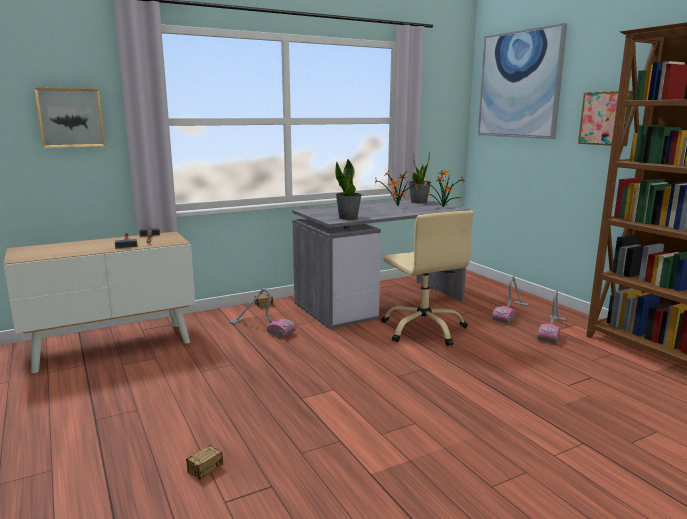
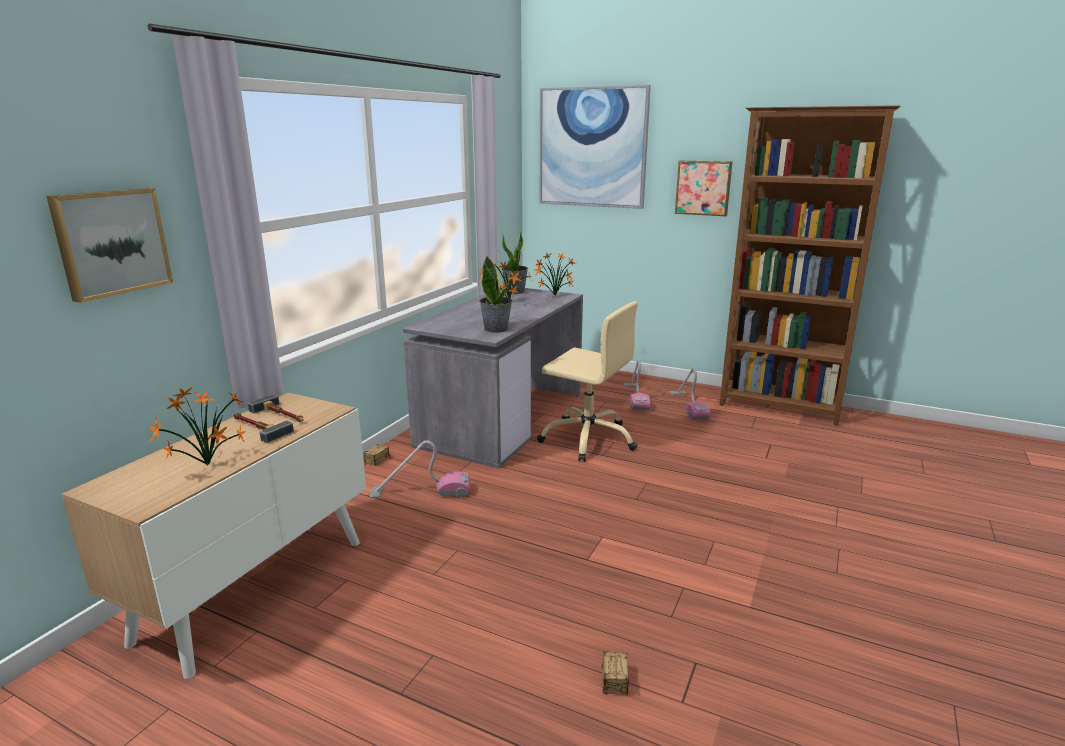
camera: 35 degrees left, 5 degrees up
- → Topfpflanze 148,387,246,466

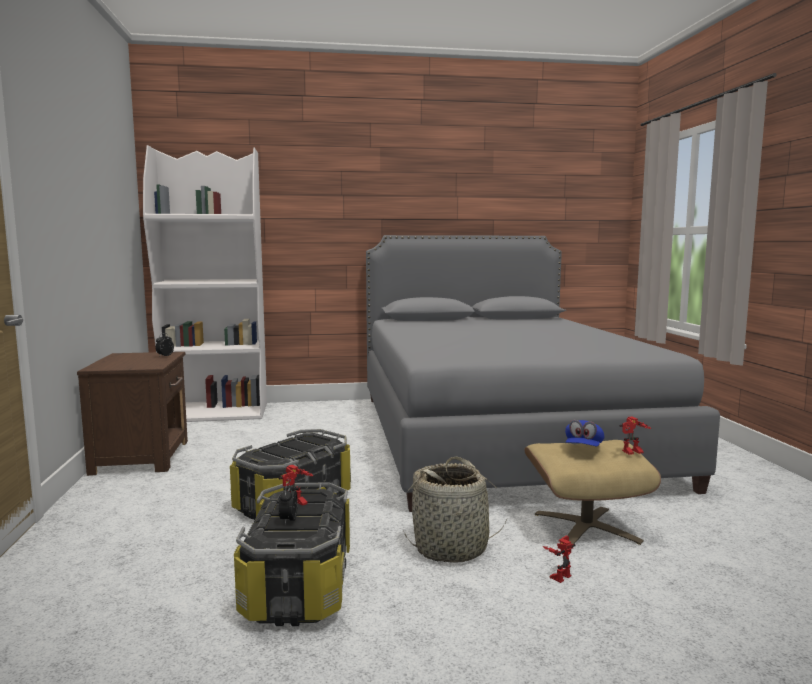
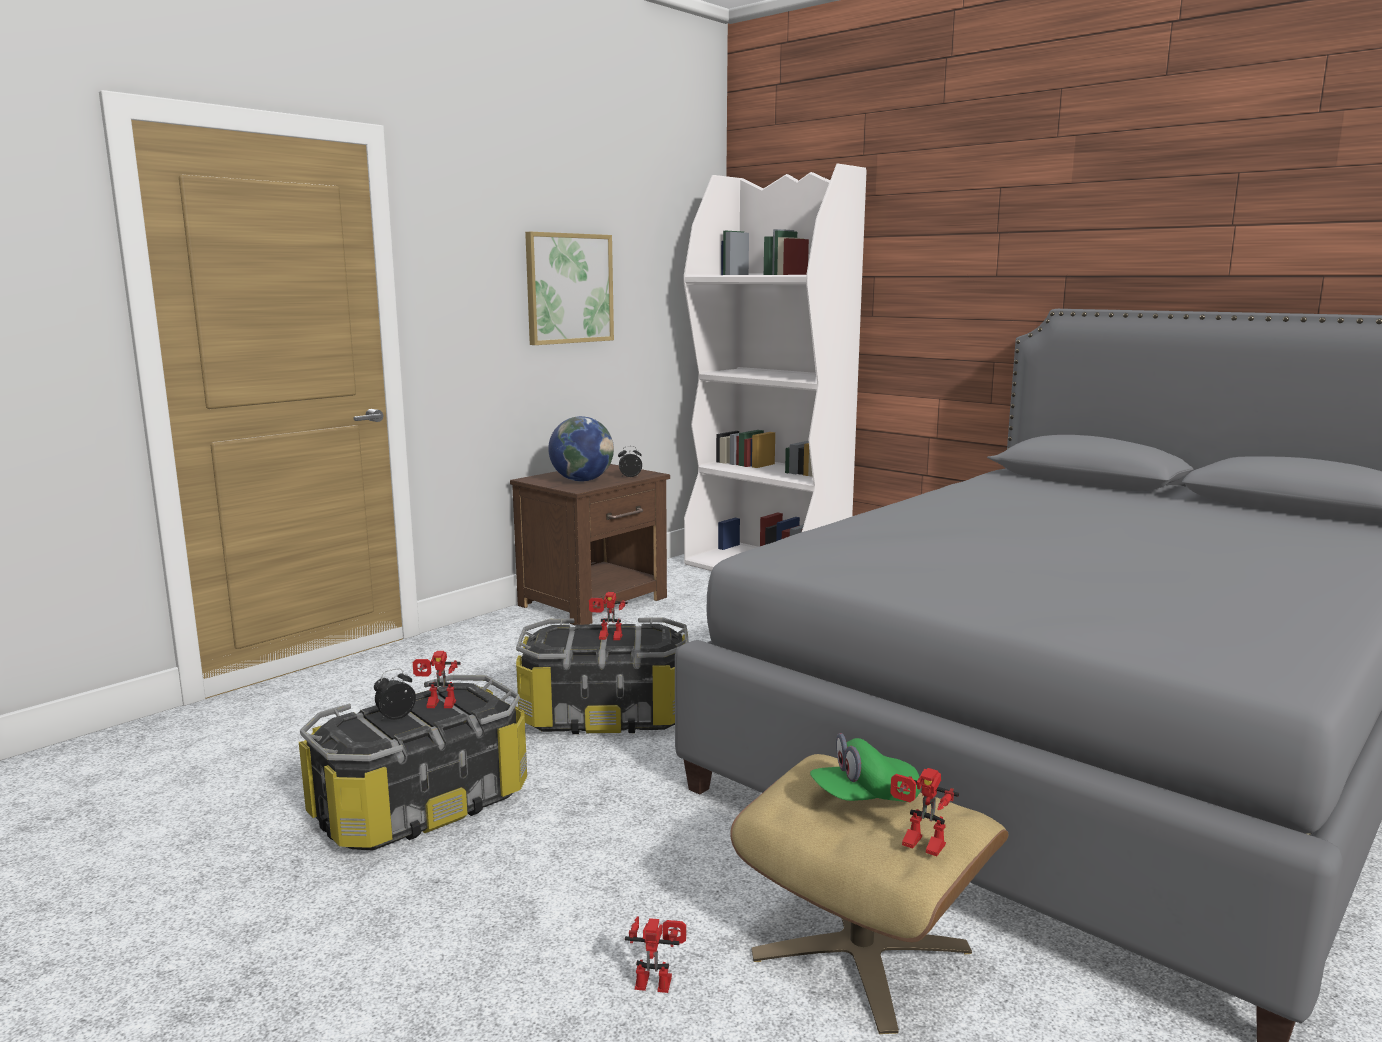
camera: 50 degrees right, 5 degrees up
Korb 404,457,508,563 → -
Kappe (blau) 565,420,604,447 → Kappe (grün) 810,733,921,802
- → Bild 525,232,614,345
- → Globus 548,416,614,482
- → Spielzeugroboter 589,592,628,640

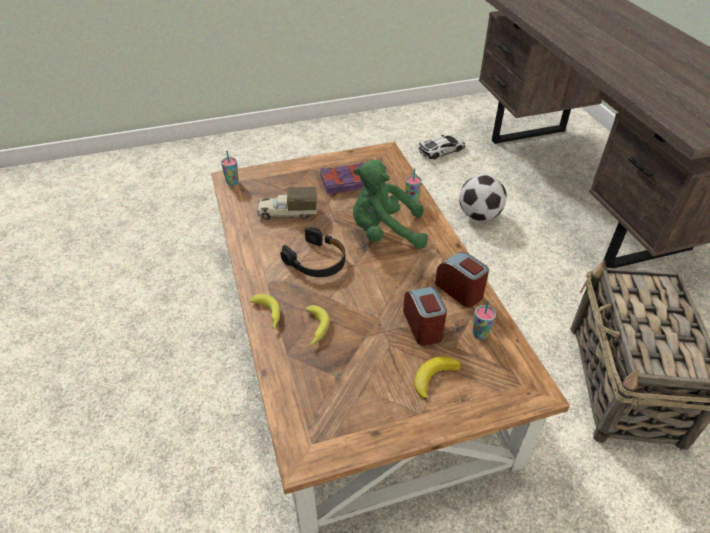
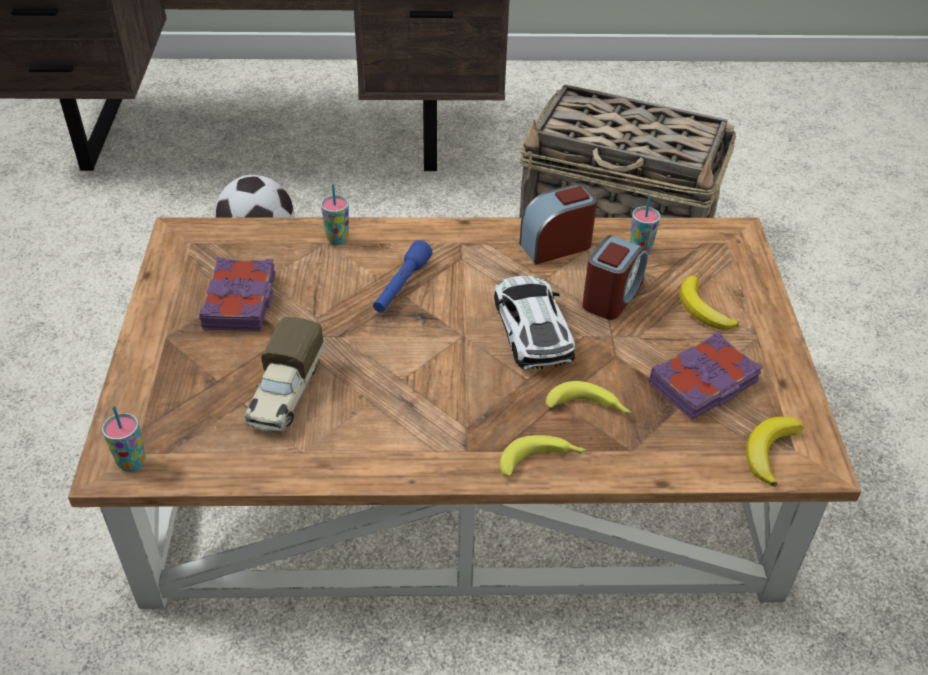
camera: 75 degrees left, 0 degrees up
Kopfhörer (schwarz) 280,227,345,277 → -
Plüschtier (grün) 353,160,428,249 → Taschenlampe (blau) 373,240,433,313
Wecker 403,287,447,346 → Wecker 582,235,648,320, 120 degrees clockwise
Spielzeugauto 419,135,465,159 → Spielzeugauto 494,276,575,369, relocated
- → Buch (lila) 649,332,763,420
- → Banane 746,416,804,487

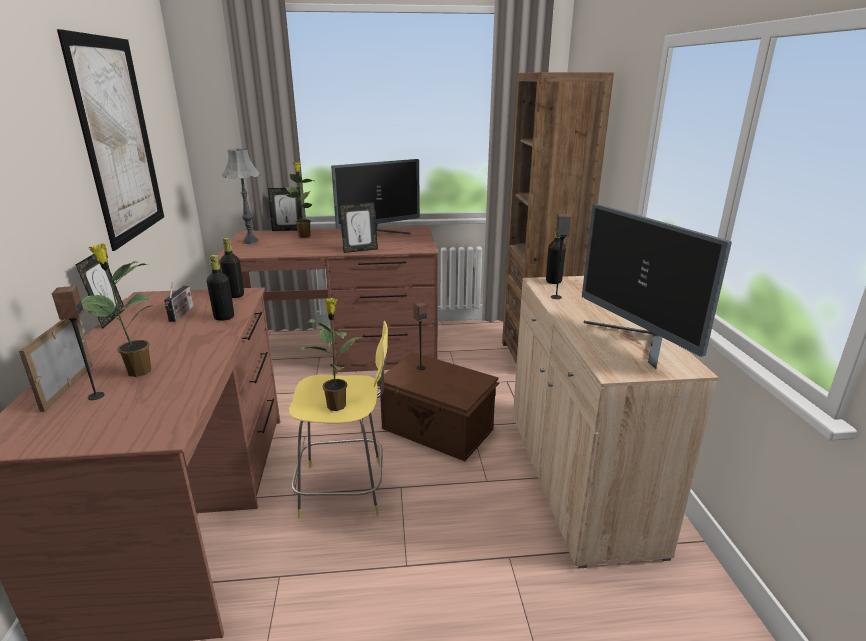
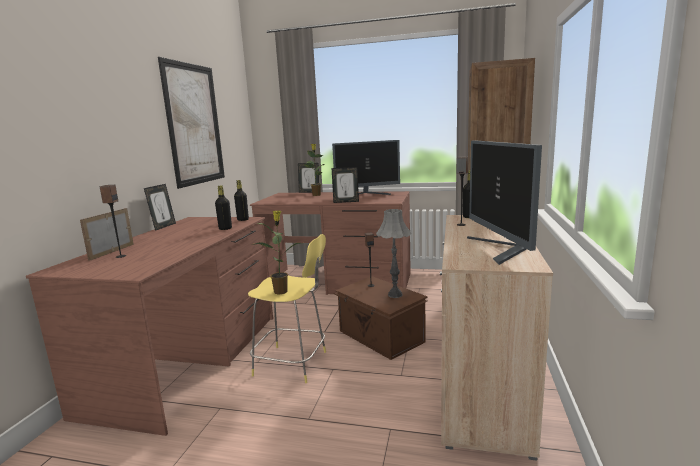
camera: 20 degrees right, 10 degrees down
Topfpflanze 81,243,153,377 → -
Radio 164,283,194,322 → -
Tischlampe (grau) 222,149,260,244 → Tischlampe (grau) 376,209,411,298, relocated

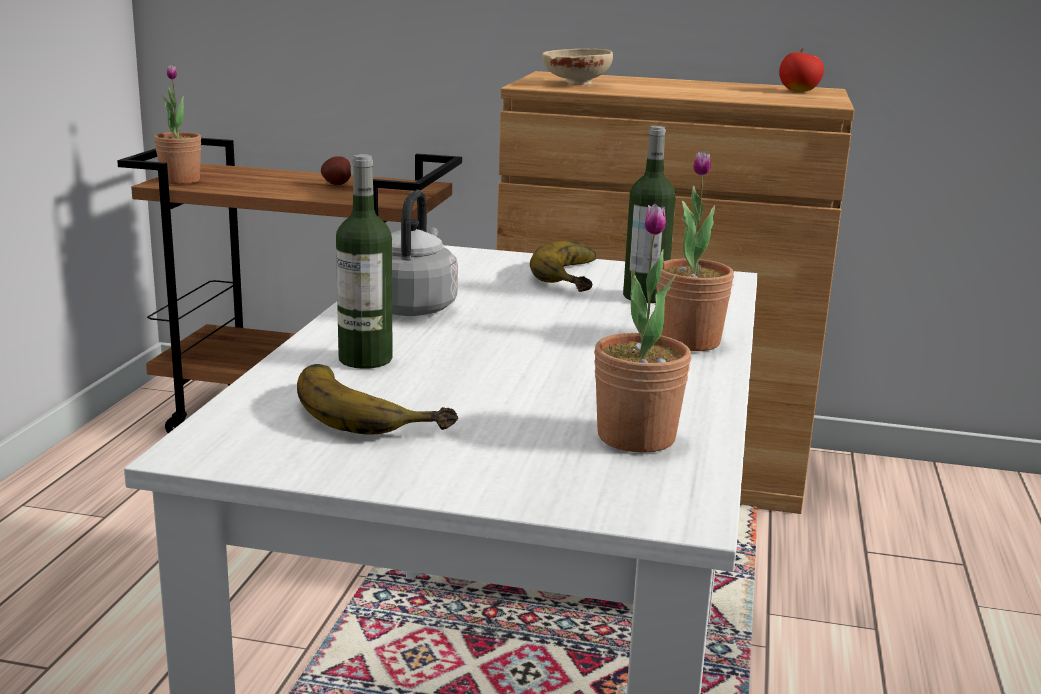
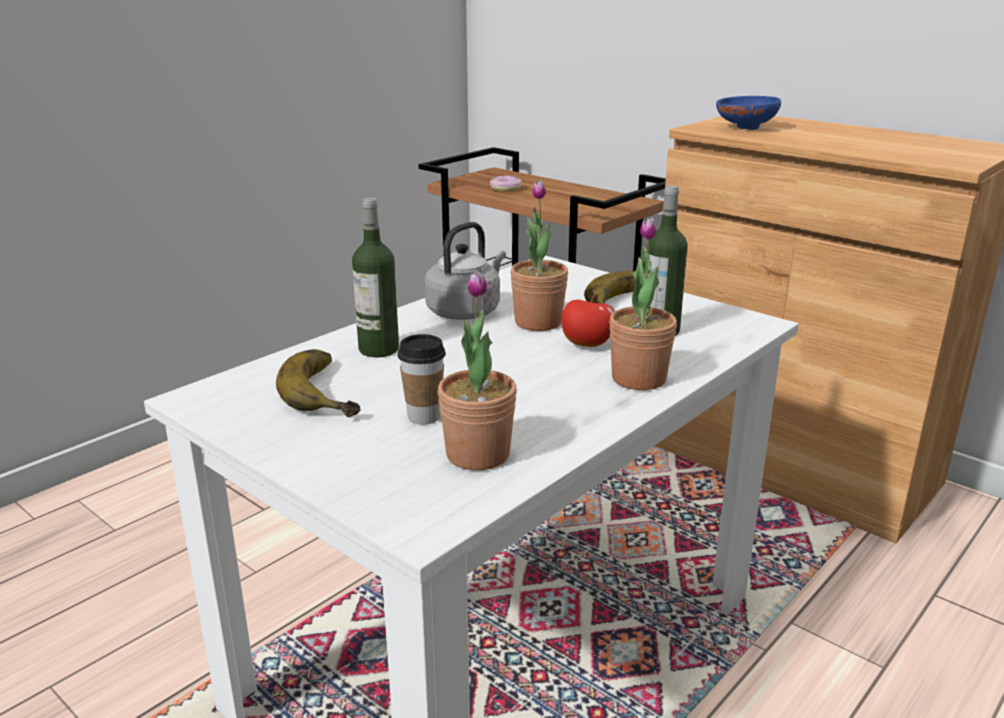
camera: 30 degrees right, 5 degrees up
Topfpflanze 154,65,201,184 → Topfpflanze 510,180,568,331, relocated
Kartoffel 321,156,351,185 → -
Schüssel (beige) 542,49,613,85 → Schüssel (blau) 716,96,781,130
Apfel 779,48,824,92 → Apfel 562,294,614,347, relocated
- → Tasse 398,334,446,424
- → Donut 490,176,522,192

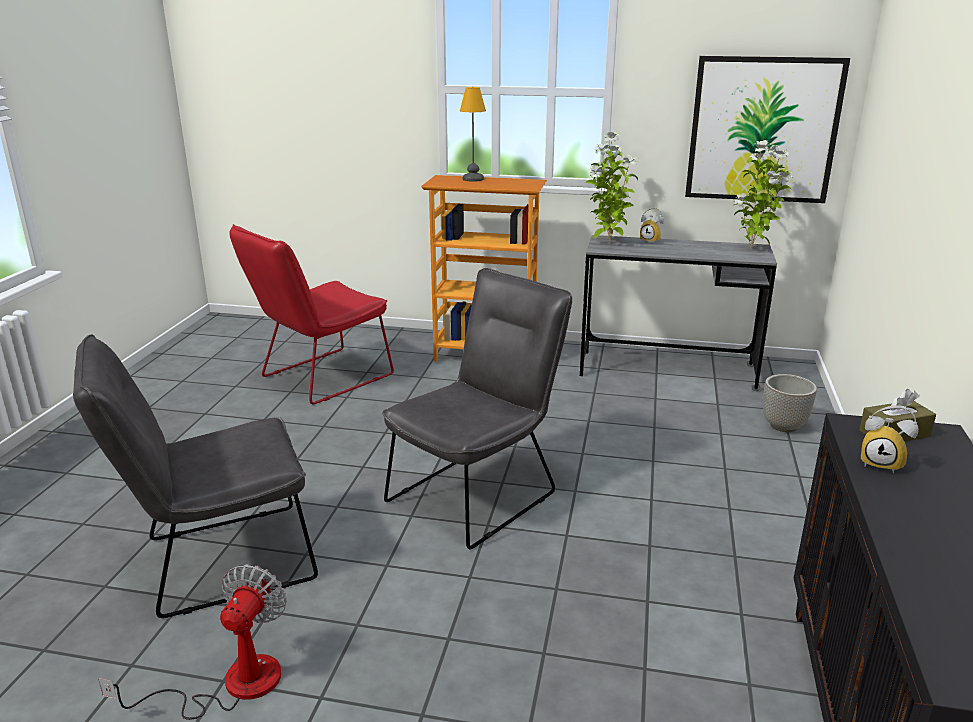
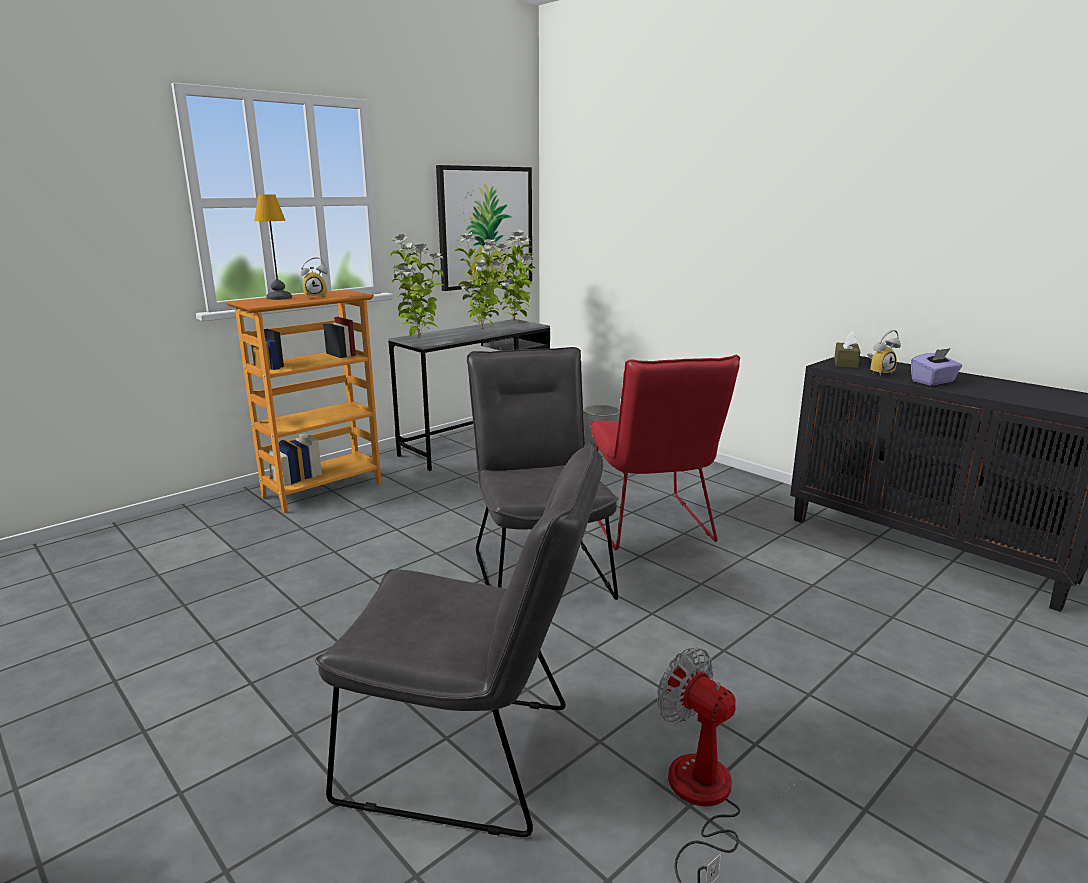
camera: 55 degrees left, 5 degrees down
Stuhl (grau) 73,334,318,618 → Stuhl (grau) 315,443,603,837, 90 degrees counterclockwise
Stuhl (rot) 229,224,394,404 → Stuhl (rot) 590,355,740,550, relocated
Wecker 640,208,664,242 → Wecker 301,257,328,298, relocated
- → Topfpflanze 455,232,505,331
- → Taschentuchbox (lila) 911,348,962,386

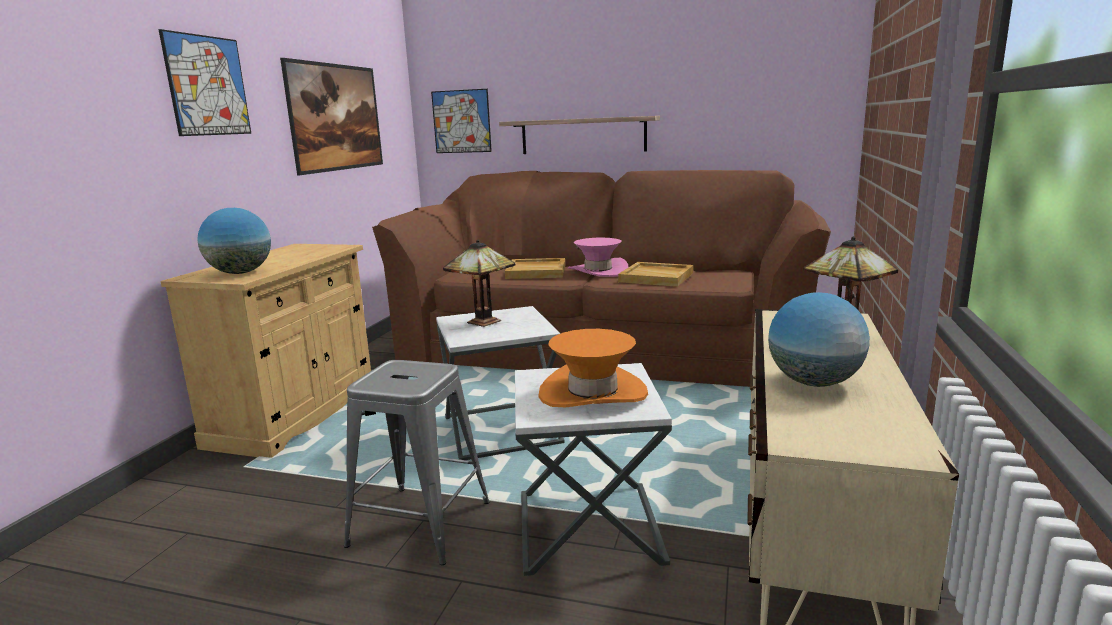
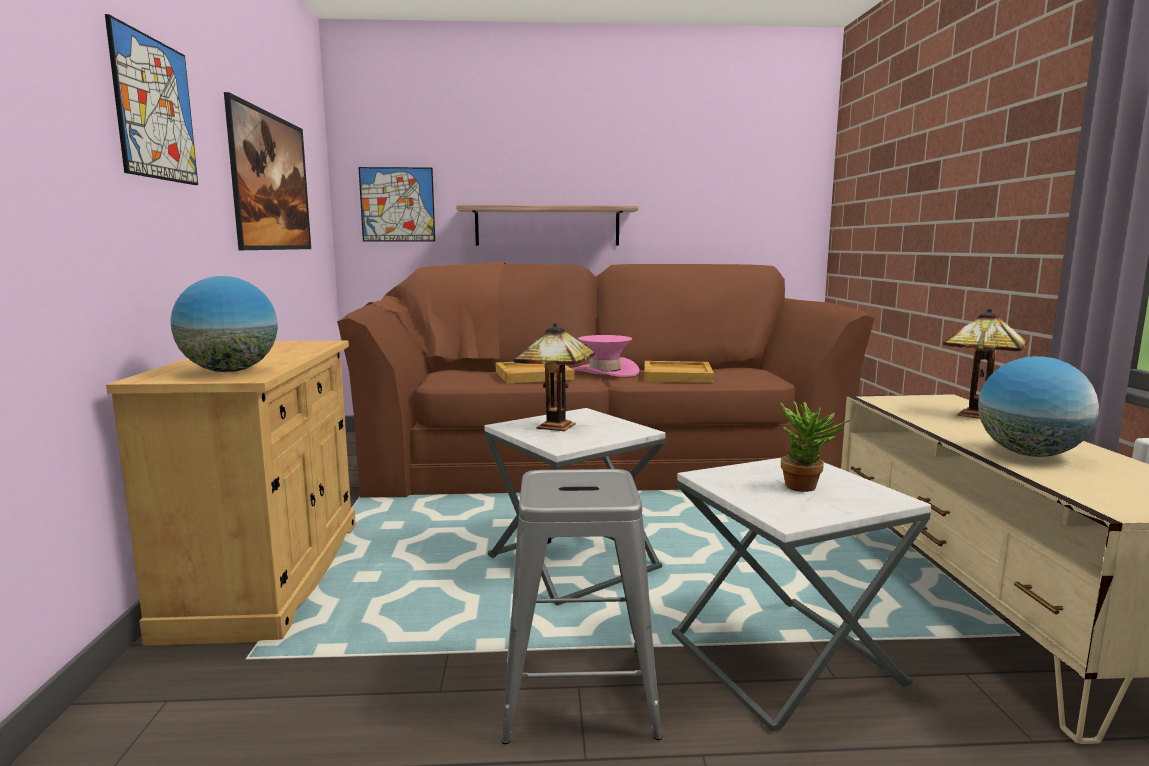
camera: 20 degrees left, 5 degrees down
Hut (orange) 538,329,648,407 → Topfpflanze 780,401,851,492

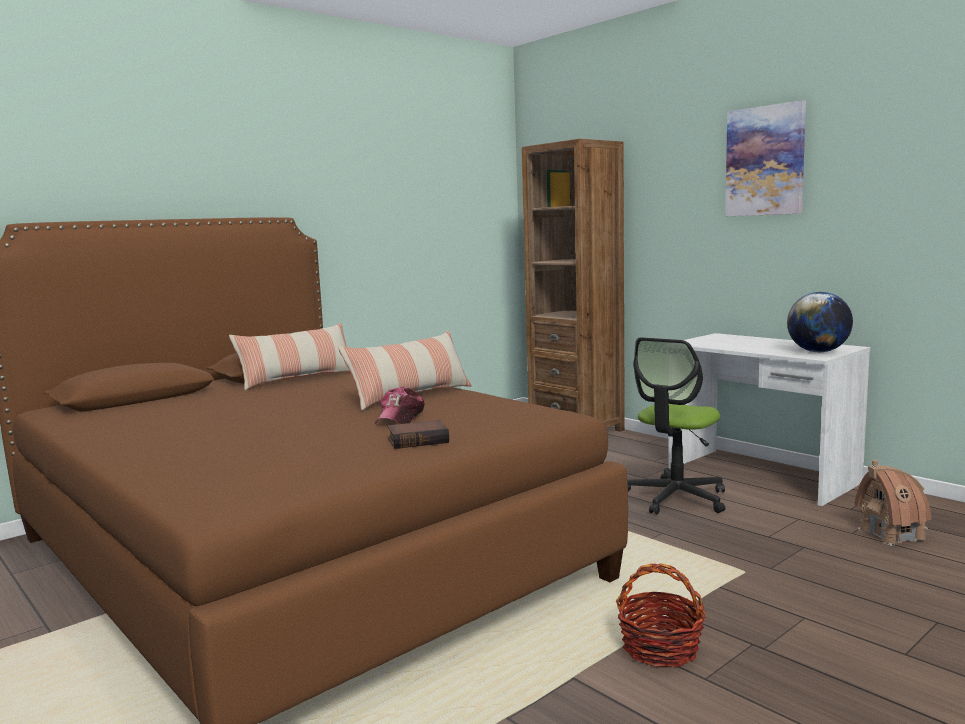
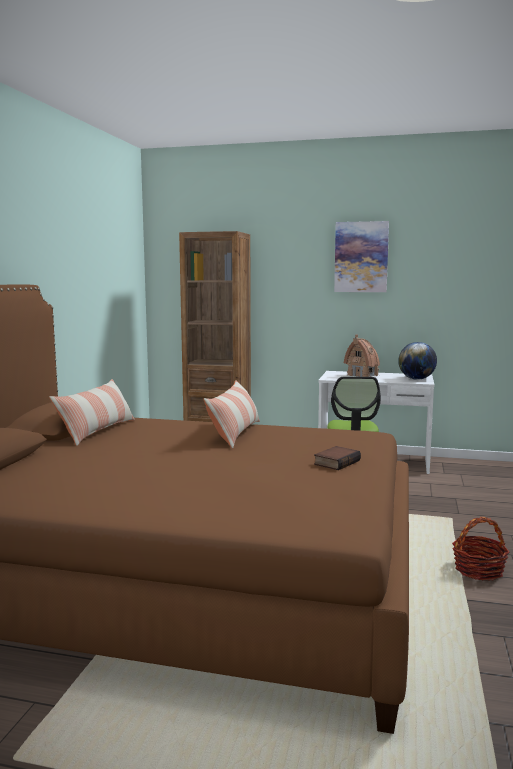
camera: 35 degrees left, 0 degrees up
Kappe 375,386,425,424 → -
Spielzeughaus 854,460,931,546 → Spielzeughaus 344,335,380,377, relocated

